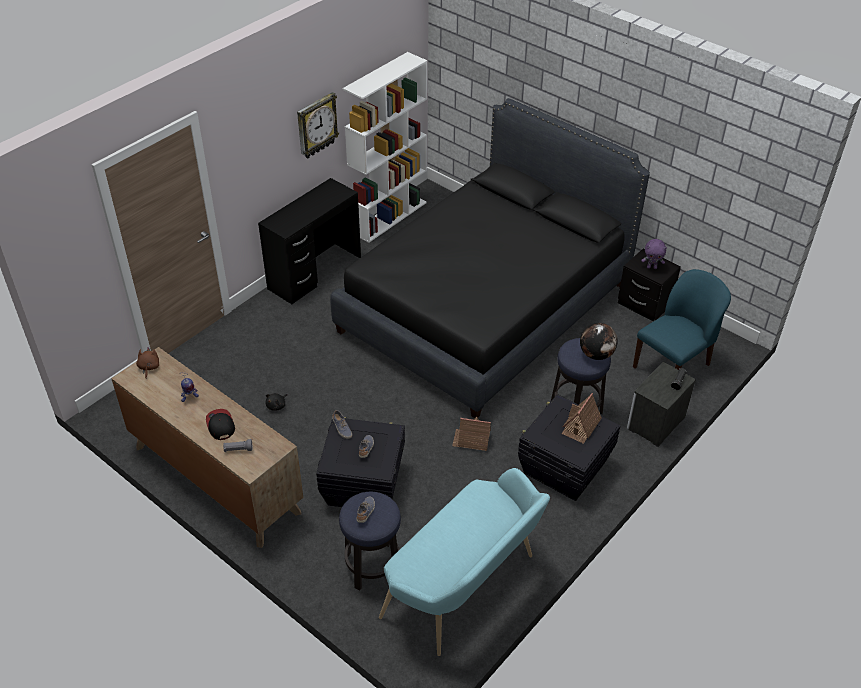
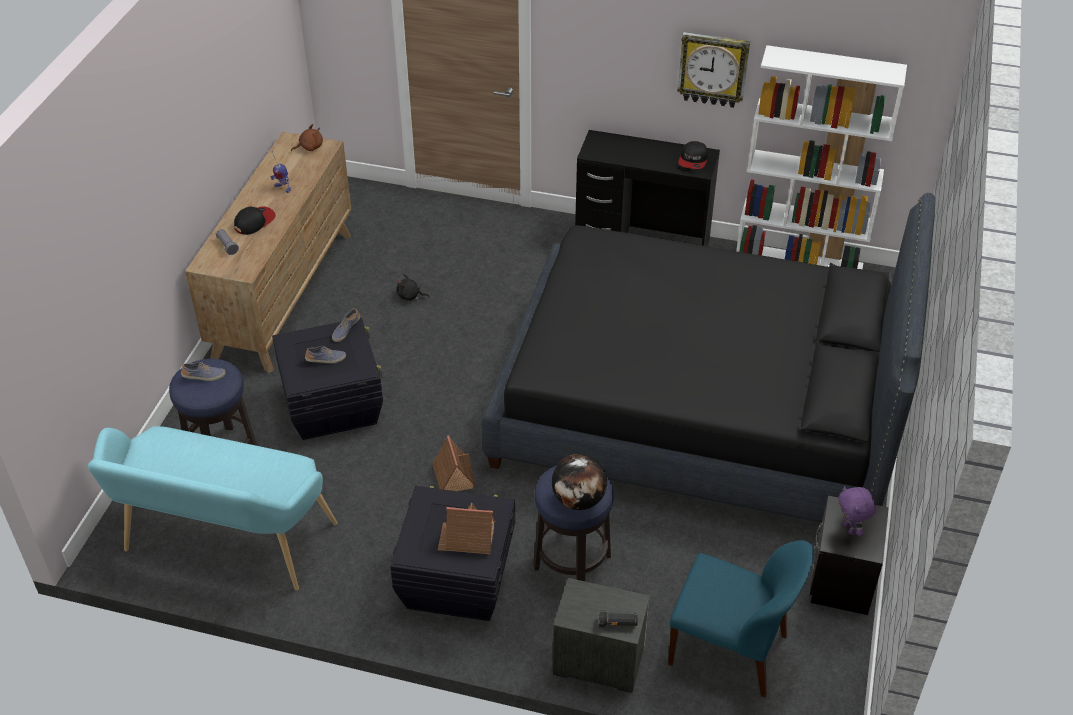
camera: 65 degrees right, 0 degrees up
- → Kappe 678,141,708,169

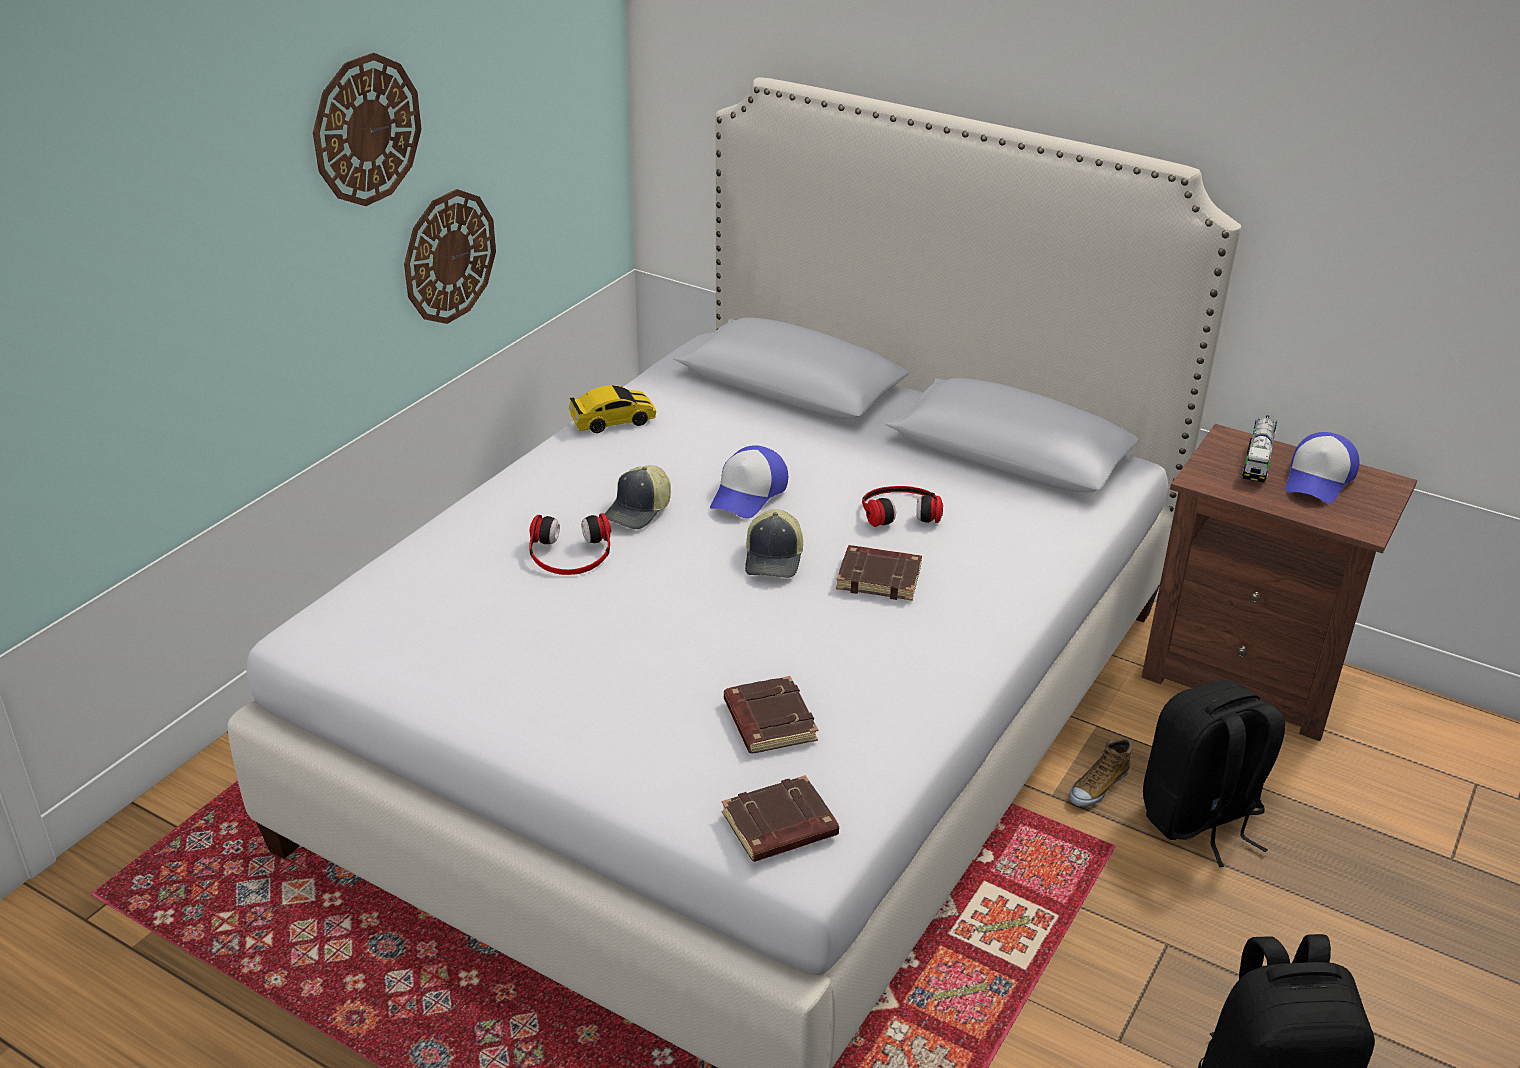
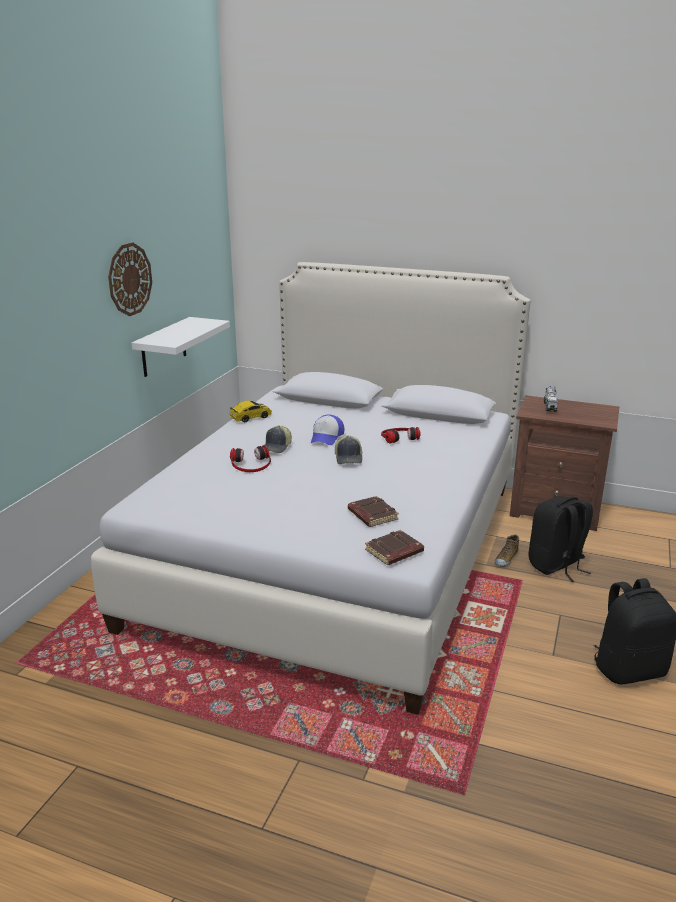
camera: 10 degrees left, 10 degrees down
Wanduhr 404,189,496,324 → Wandregal (weiß) 132,317,230,377
Buch (braun) 836,545,922,601 → -
Kappe 1286,432,1359,503 → -

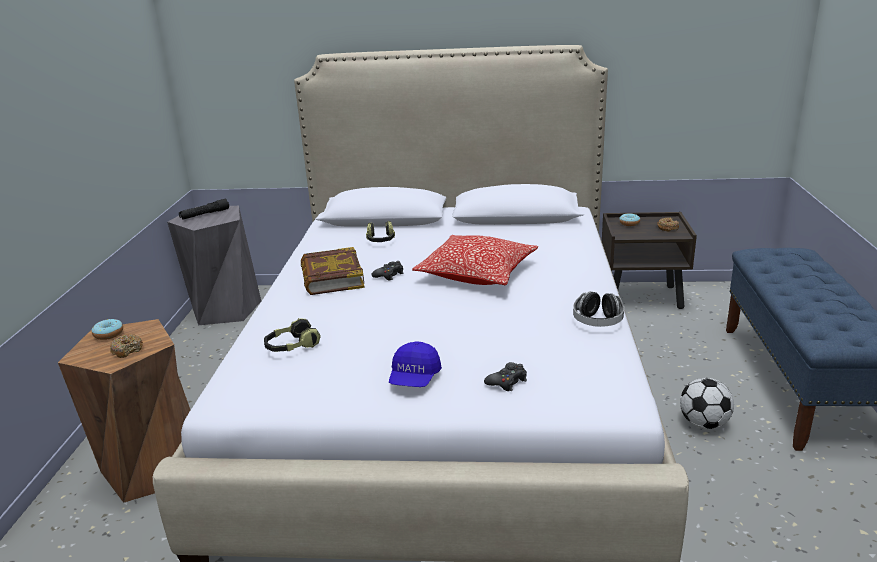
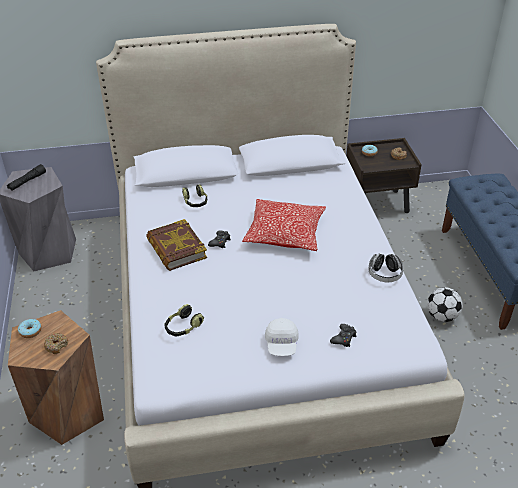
camera: 15 degrees left, 15 degrees up
Kappe (blau) 389,341,442,387 → Kappe (weiß) 265,318,299,356

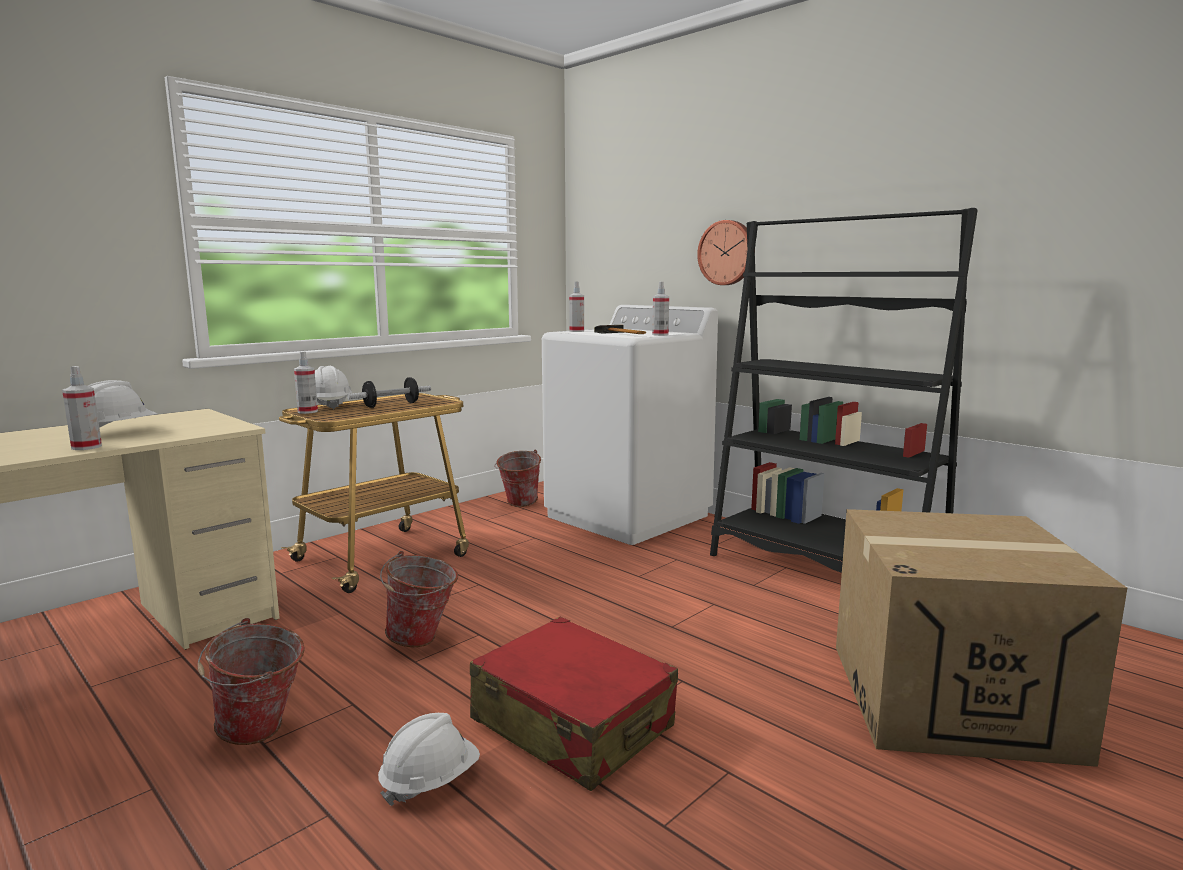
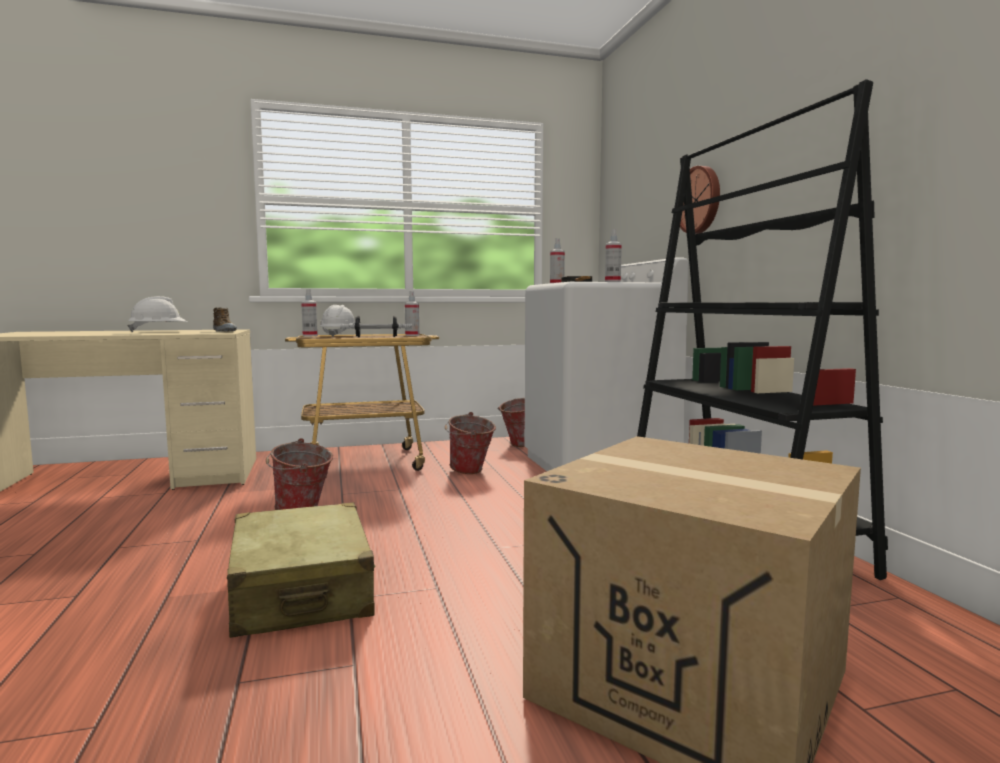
camera: 30 degrees right, 5 degrees down
Sprühflasche 62,366,102,450 → Sprühflasche 405,291,419,336, relocated
Eimer 197,618,305,745 → Eimer 445,412,496,474, relocated
Schutzhelm (weiß) 378,713,480,806 → -
Koffer (rot) 470,616,678,791 → Koffer (beige) 227,502,375,638
- → Schuh 213,307,237,332

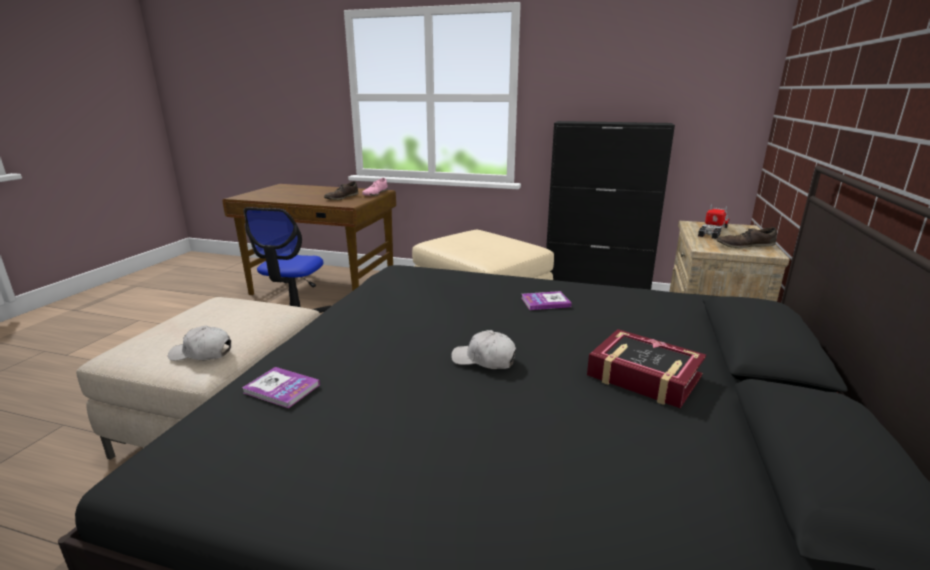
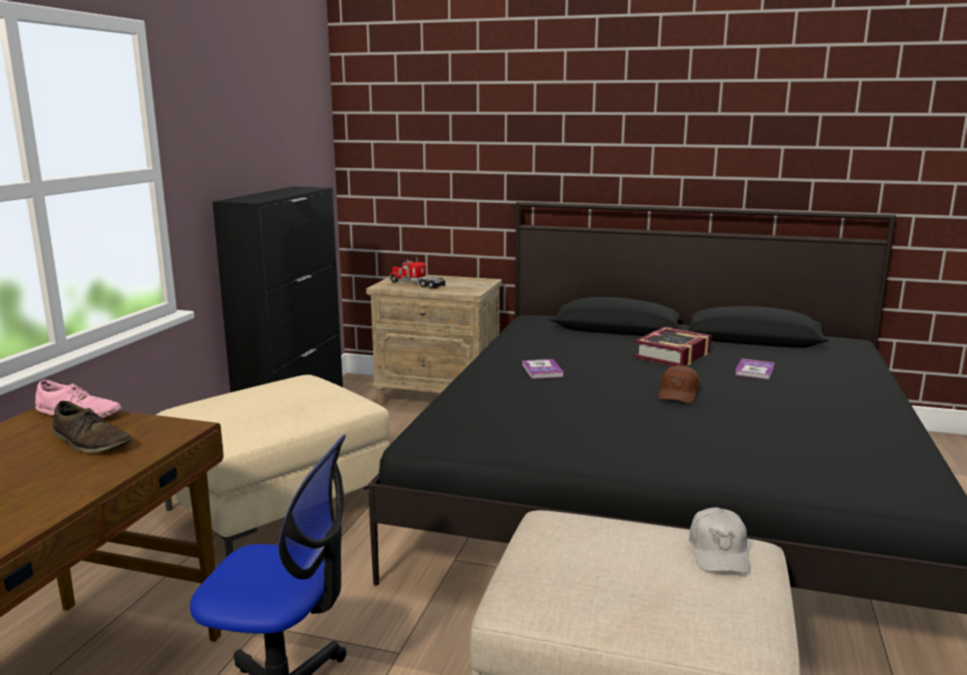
camera: 90 degrees left, 5 degrees down
Buch 242,367,320,408 → Buch 735,358,774,380, relocated
Kappe (weiß) 451,330,516,369 → Kappe (braun) 658,365,700,403
Schuh (braun) 716,227,777,248 → -

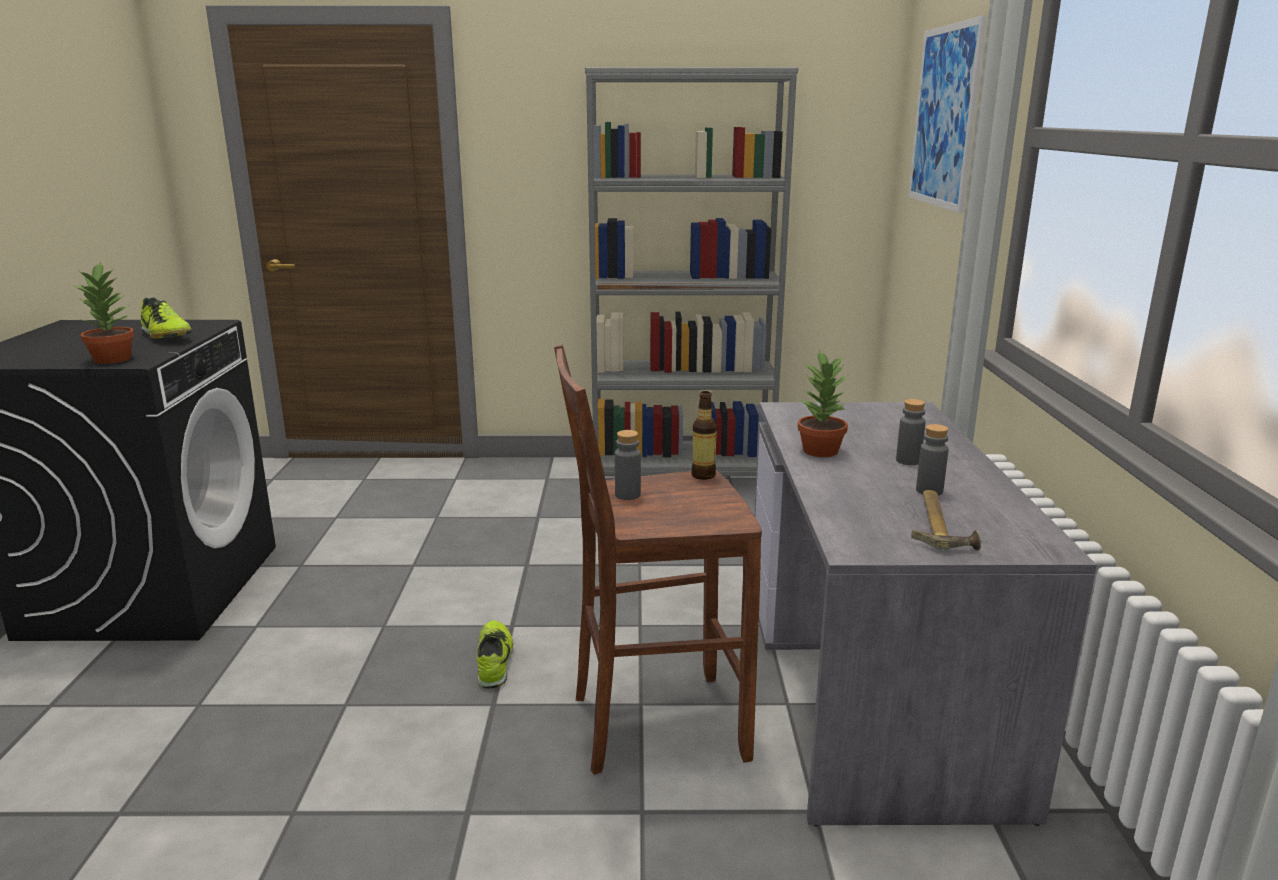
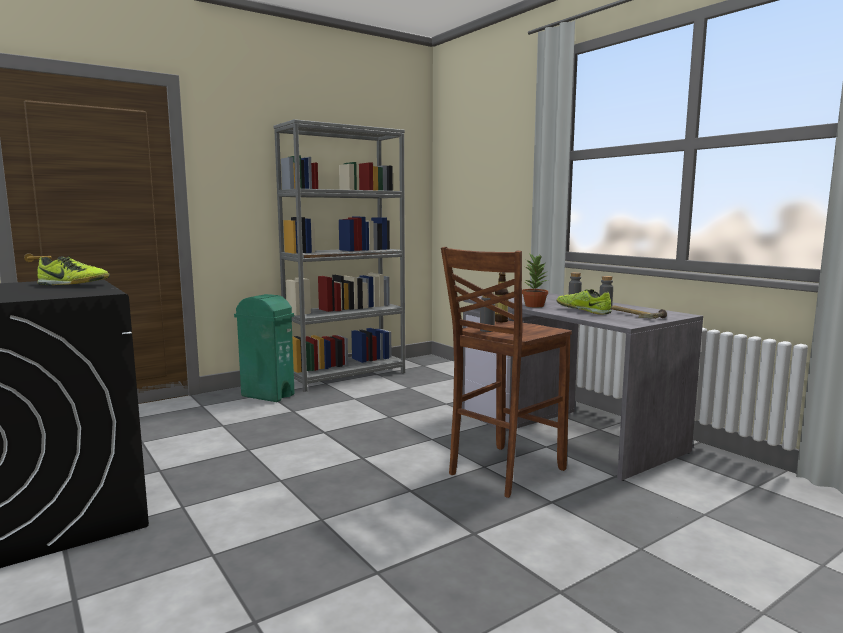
camera: 35 degrees left, 10 degrees down
Topfpflanze 73,262,134,364 → -
Schuh 476,620,513,688 → Schuh 556,289,611,315, relocated
Bild 908,16,987,213 → -
- → Mülleimer (grün) 234,294,295,402

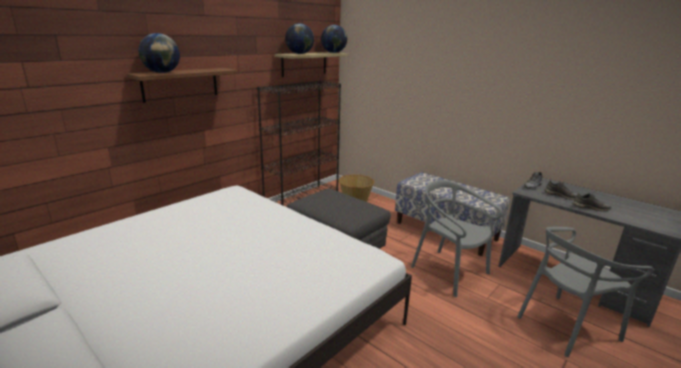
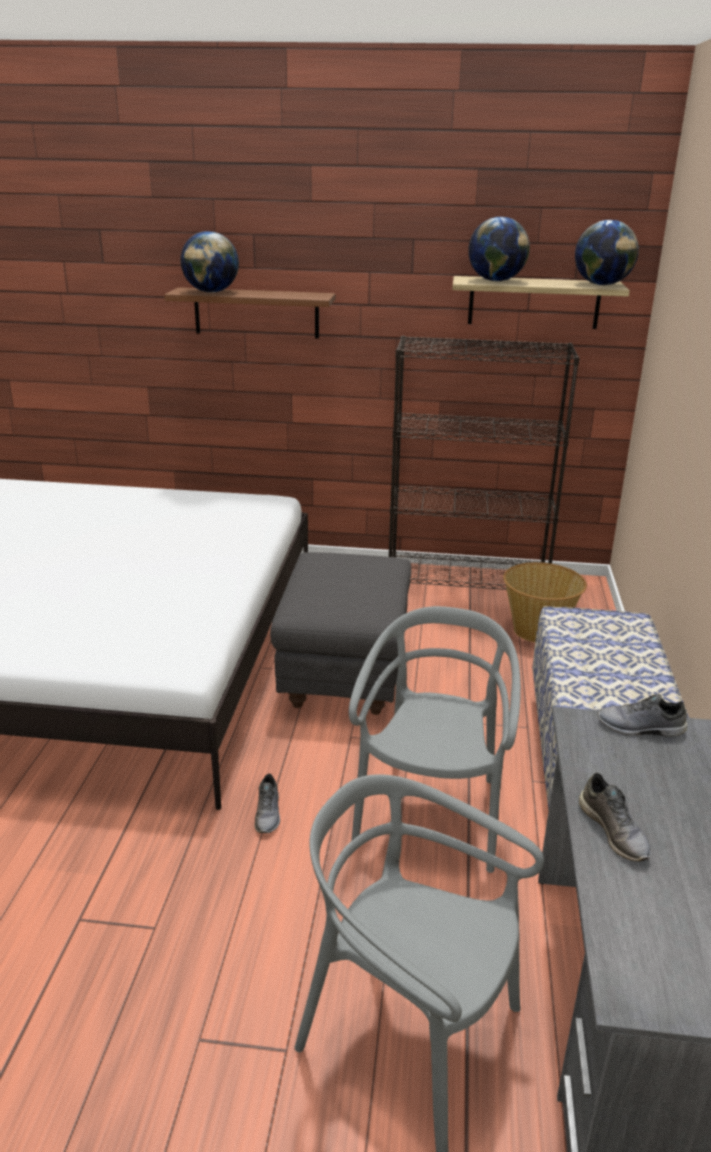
camera: 55 degrees right, 5 degrees up
Schuh (grau) 544,181,577,200 → Schuh (grau) 254,774,280,833, relocated

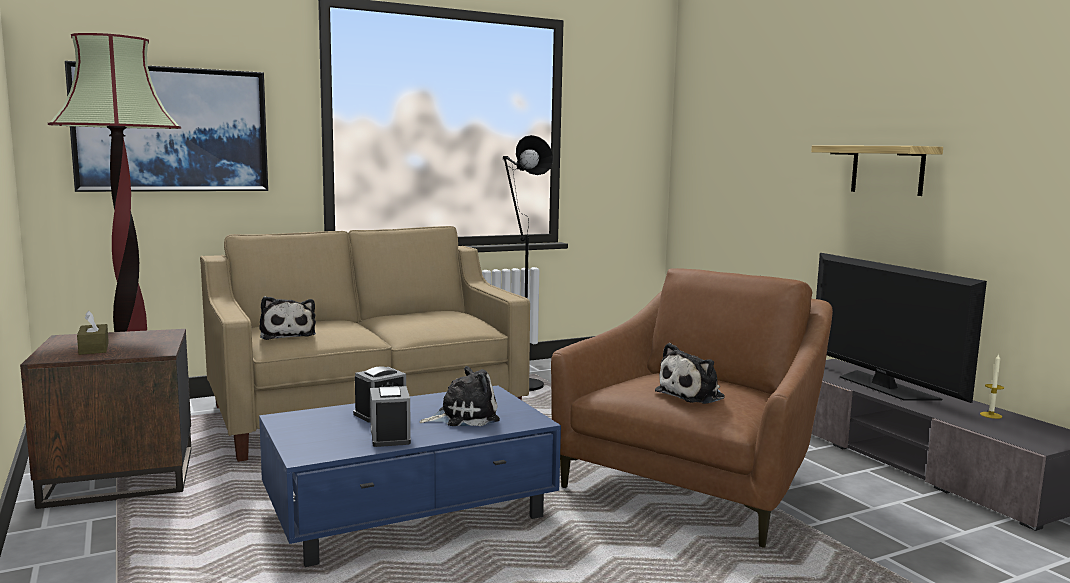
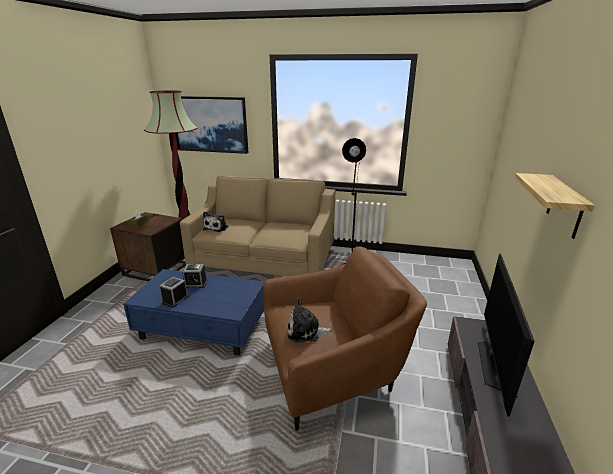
camera: 40 degrees right, 15 degrees up
Plüschtier 419,366,500,426 → -
Kerze 980,354,1004,419 → -

